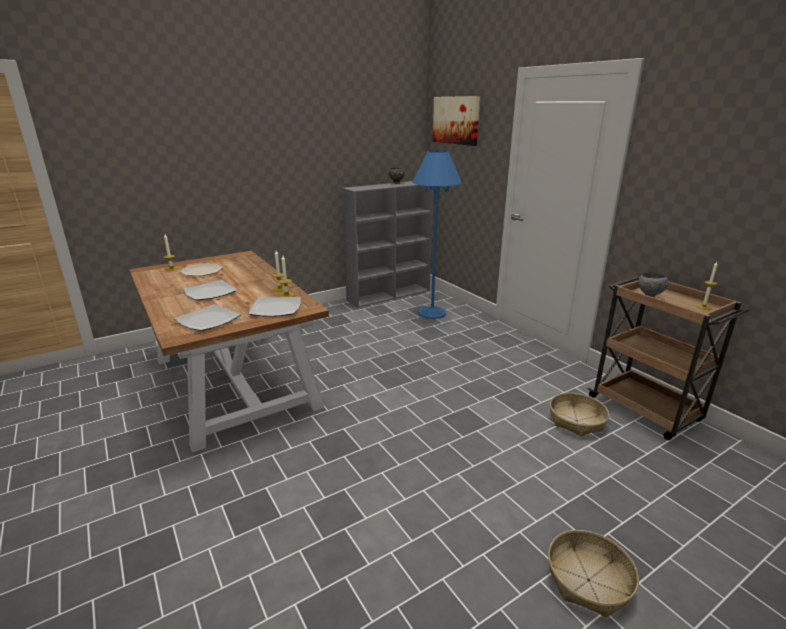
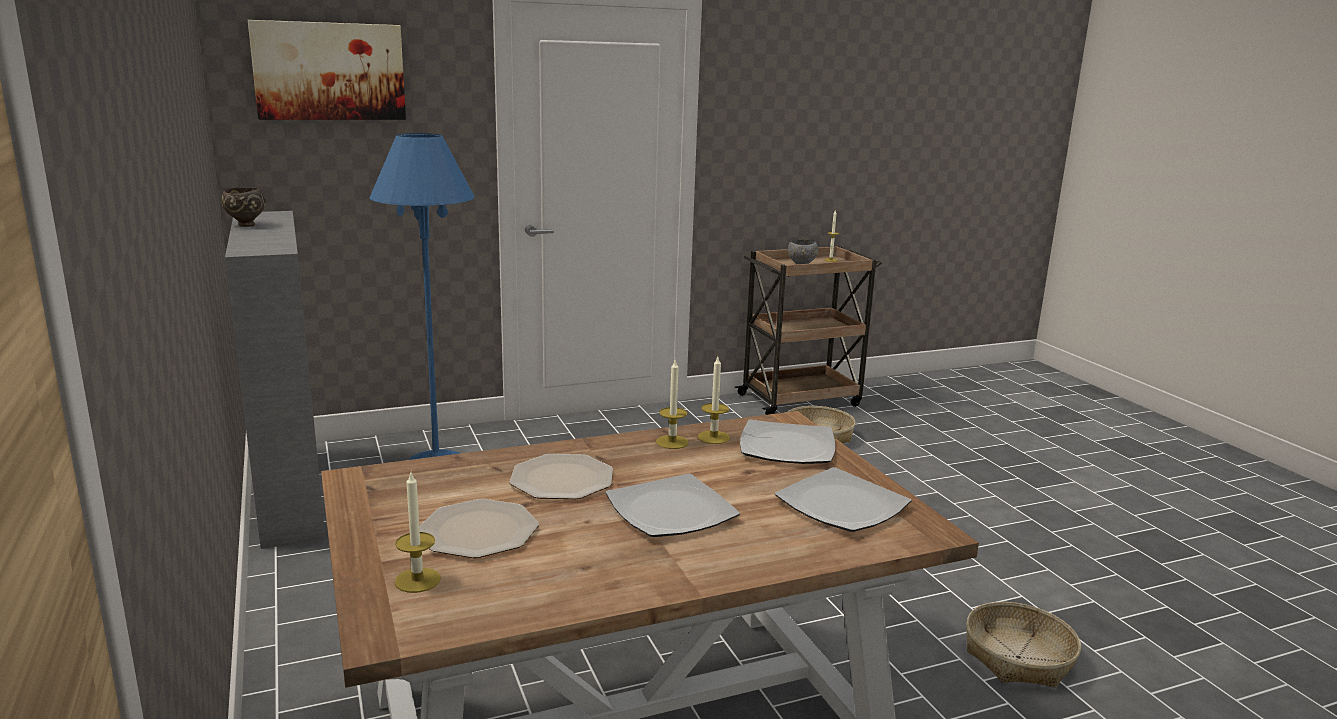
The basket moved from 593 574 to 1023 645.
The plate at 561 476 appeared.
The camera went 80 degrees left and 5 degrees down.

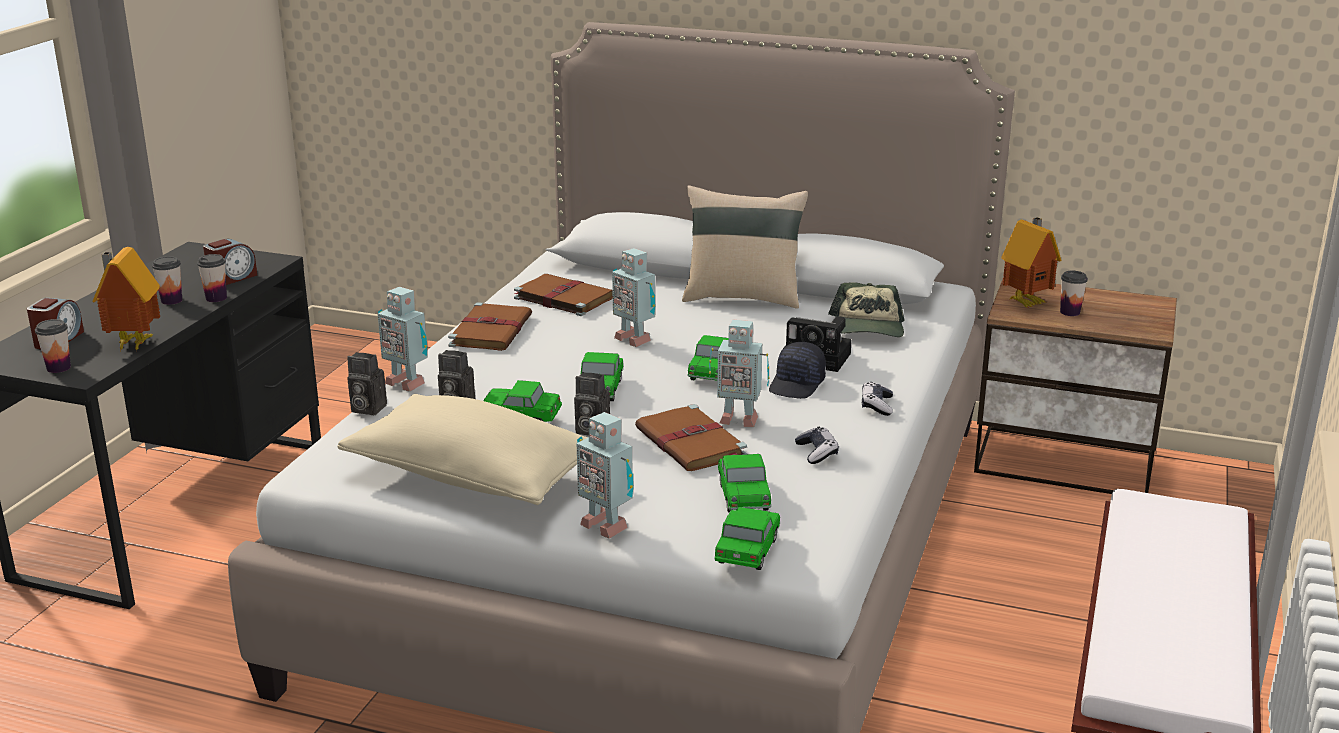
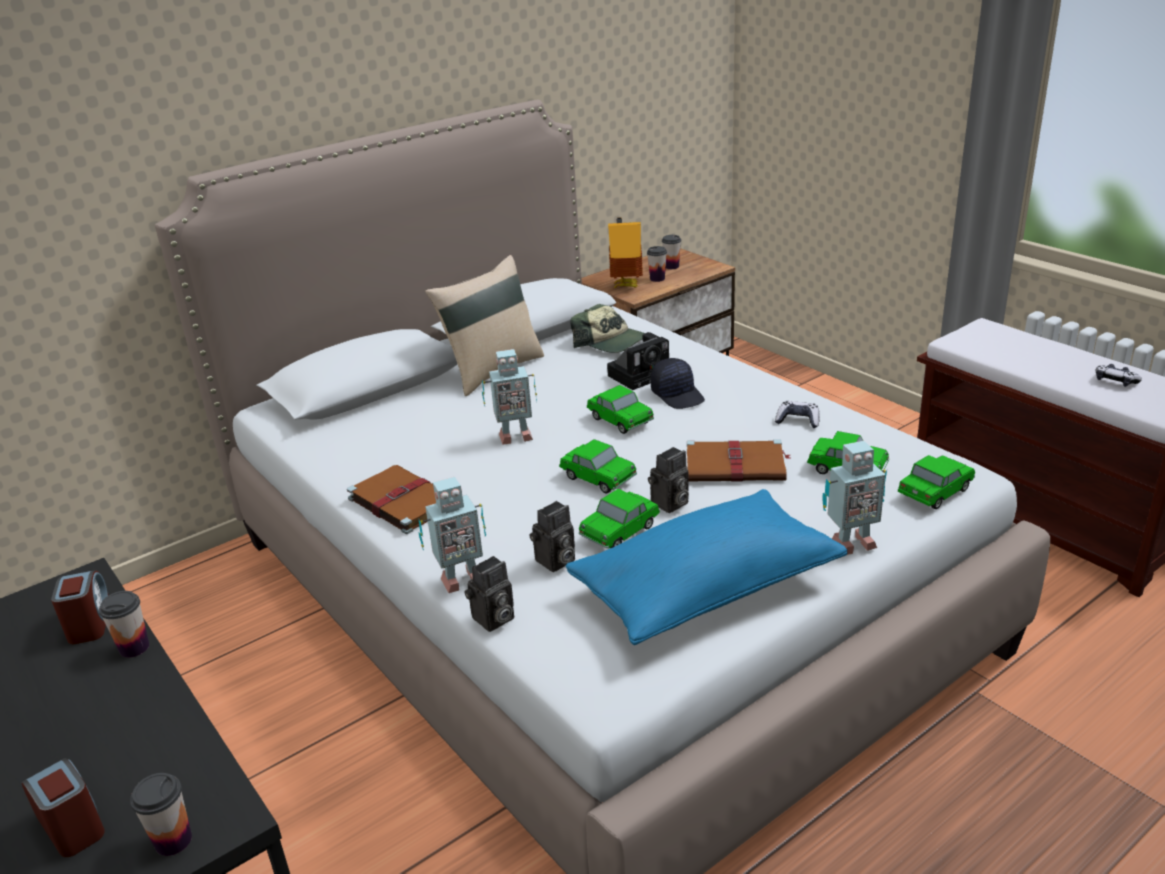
The toy house at 126 299 disappeared.
The cup moved from 167 280 to 671 252.
The pillow (beige) at 462 449 became the pillow (blue) at 706 567.
The book (brown) at 563 295 disappeared.
The toy robot at 739 373 disappeared.
The toy car at 747 538 turned 90 degrees clockwise.
The game controller moved from 877 399 to 1119 375.
The camera went 55 degrees left and 5 degrees up.

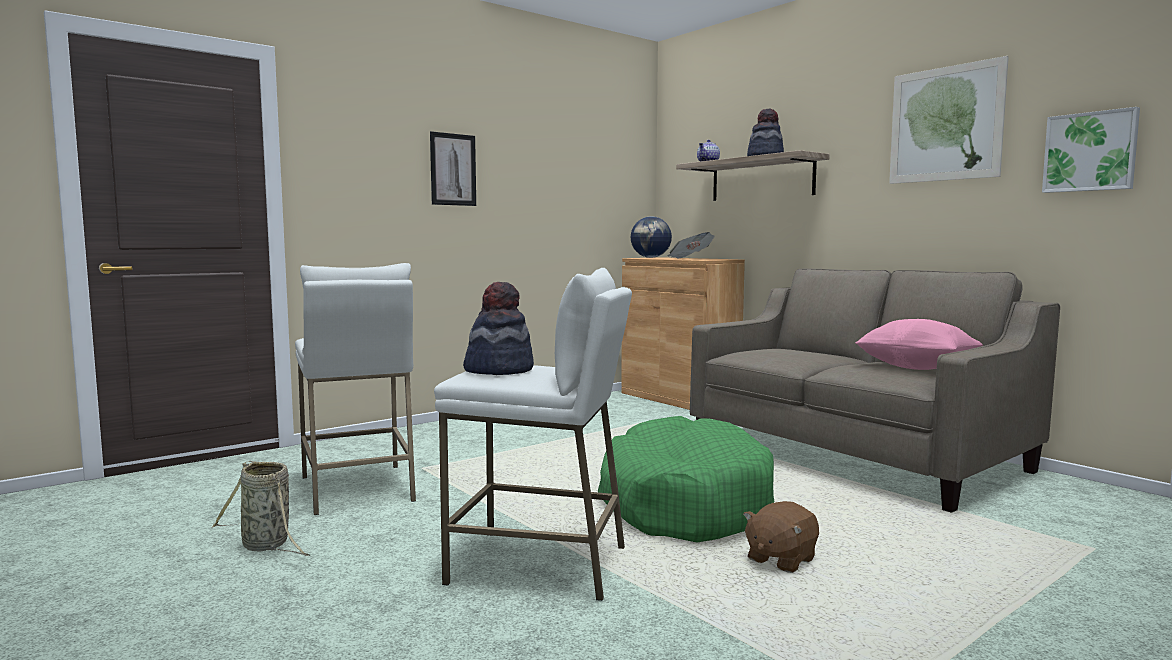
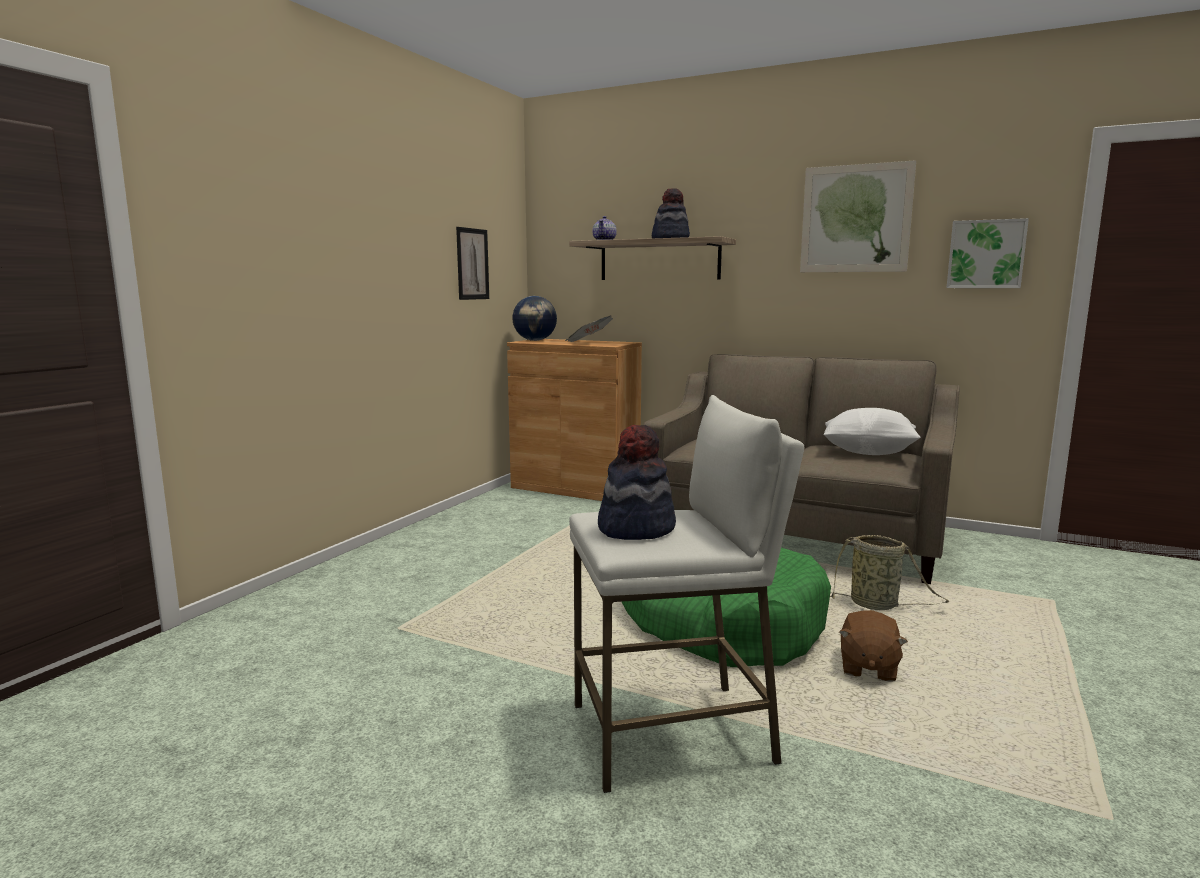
The basket moved from 261 508 to 890 572.
The stool (white) at 355 389 disappeared.
The picture moved from 453 168 to 472 263.
The pillow (pink) at 919 344 became the pillow (white) at 872 431.
The camera went 25 degrees left and 5 degrees up.

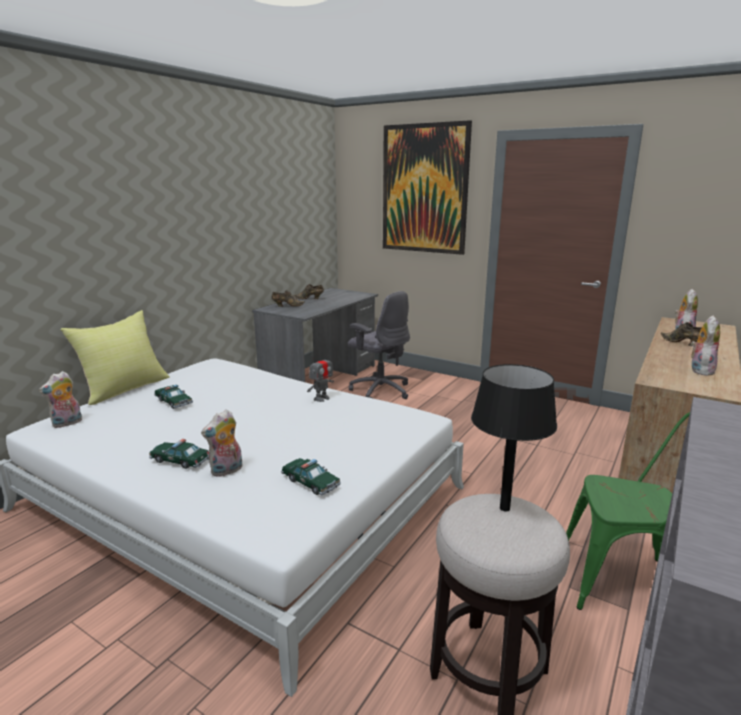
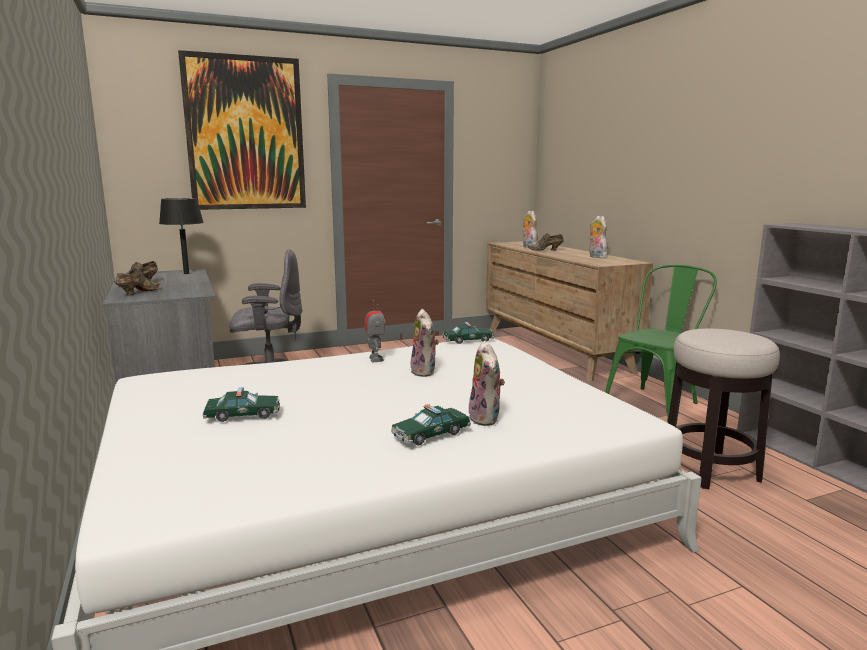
The plush toy moved from 60 399 to 424 343.
The pillow (yellow) at 115 357 disappeared.
The toy car moved from 311 476 to 468 333.
The table lamp (black) moved from 514 438 to 181 236.
The camera went 55 degrees left and 5 degrees down.

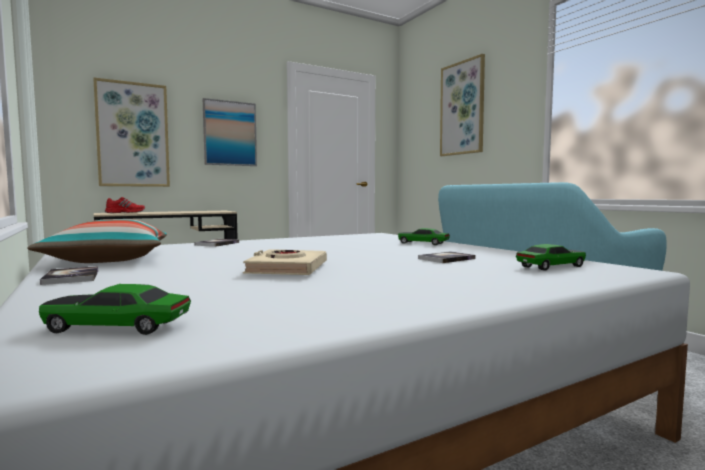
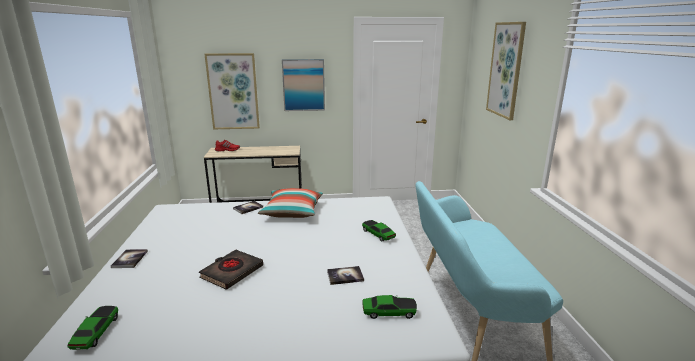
The pillow moved from 97 241 to 290 203.
The toy car at 115 309 turned 60 degrees clockwise.
The book (beige) at 285 262 became the book (black) at 231 269.
The camera went 25 degrees right and 15 degrees up.

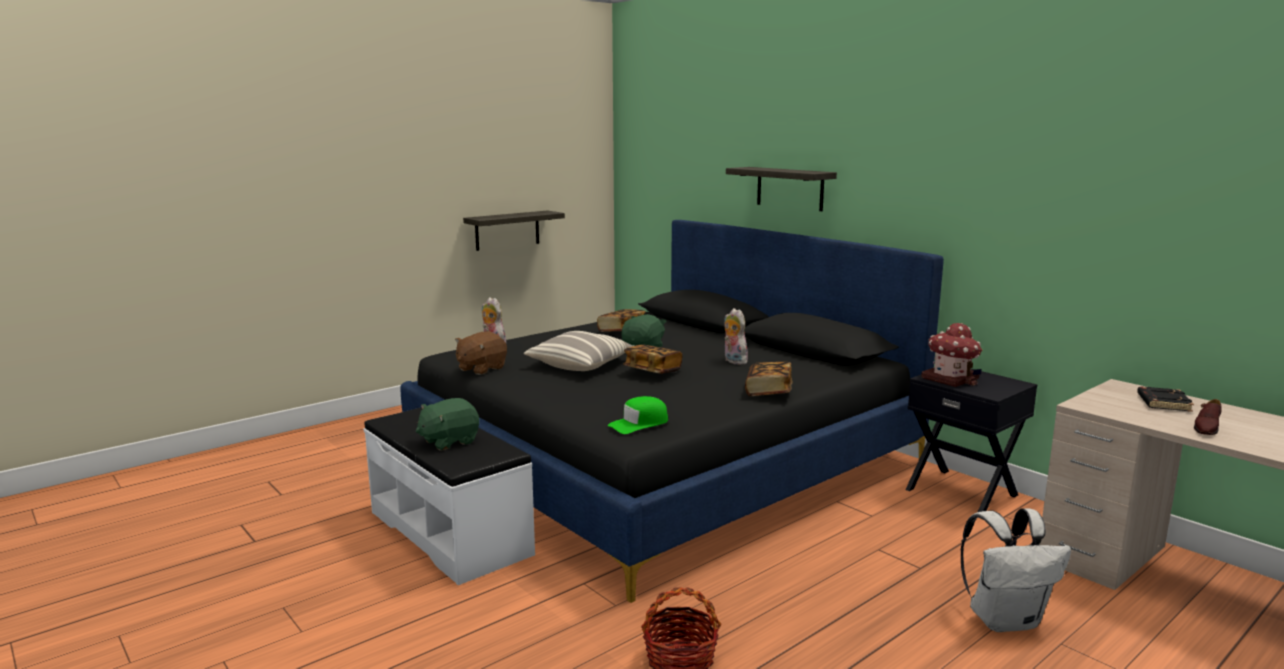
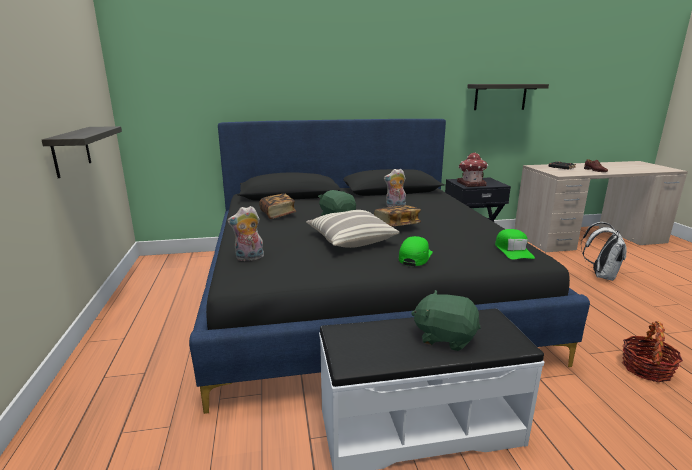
The plush toy (green) at 447 424 turned 120 degrees clockwise.
The plush toy (brown) at 481 353 disappeared.
The shelf moved from 781 189 to 508 97.
The book at 769 379 disappeared.
The cap (green) at 416 251 appeared.
The camera went 60 degrees left and 5 degrees up.

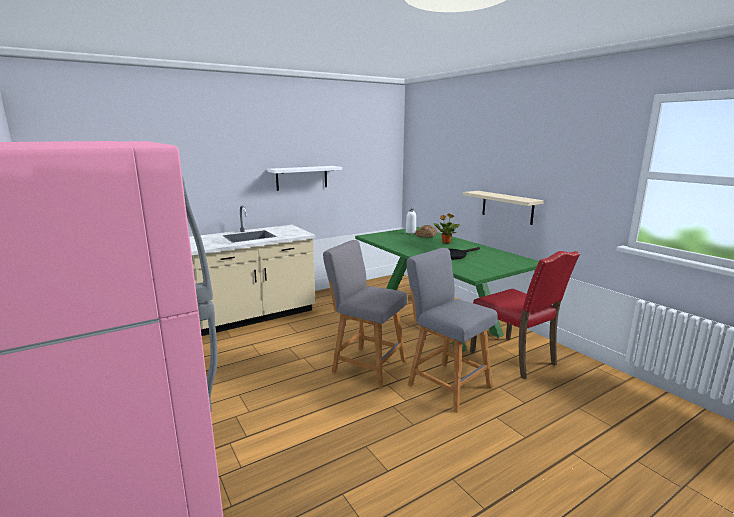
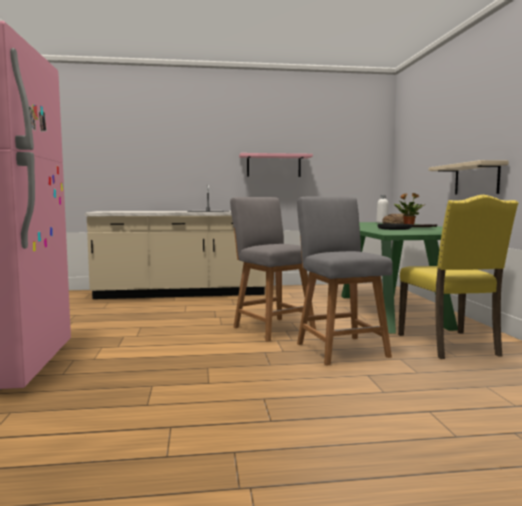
The shelf (white) at 305 178 became the shelf (pink) at 276 165.
The chair (red) at 525 315 became the chair (yellow) at 458 277.
The camera went 25 degrees right and 10 degrees down.

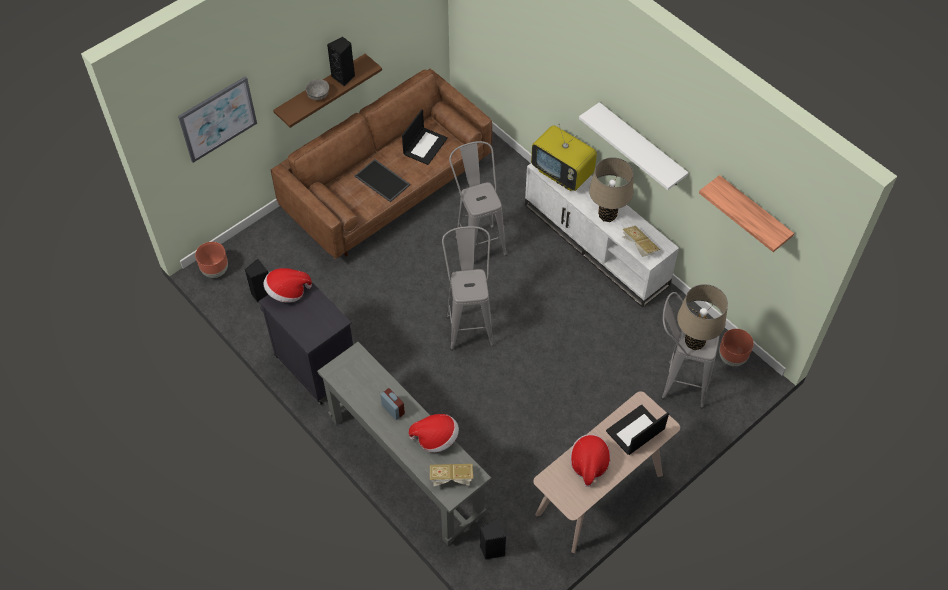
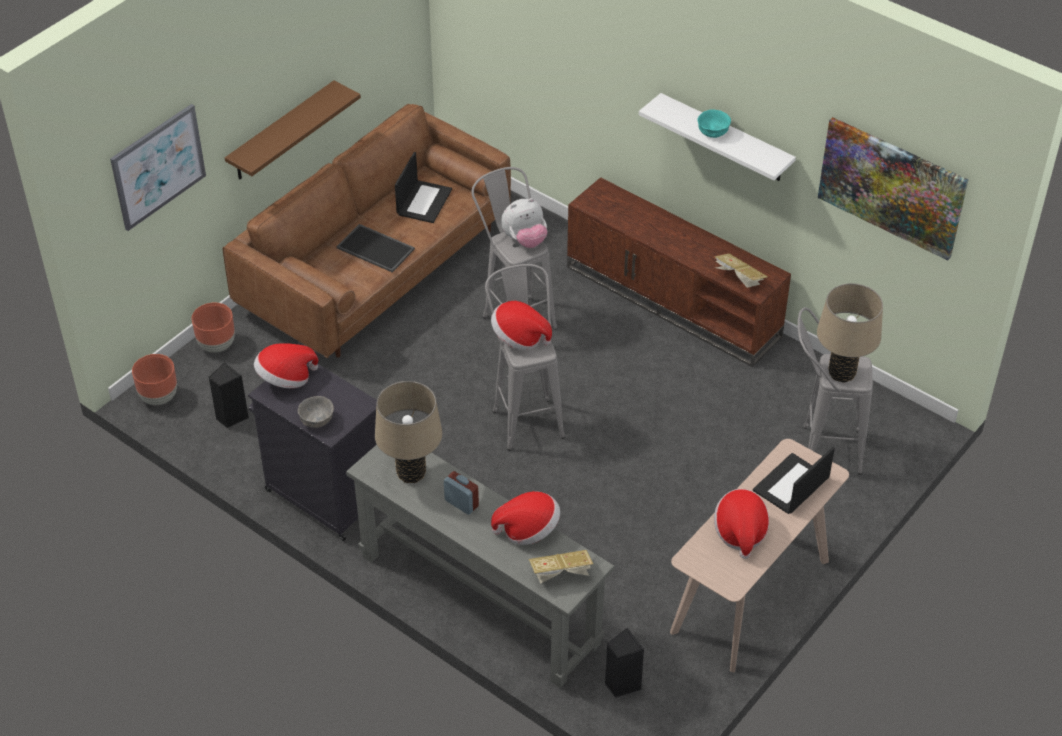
The bowl (grey) moved from 317 89 to 316 412.
The speaker (black) at 341 61 disappeared.
The tv stand (white) at 602 235 became the tv stand (brown) at 679 272.
The television at 564 157 disappeared.
The table lamp (beige) moved from 611 189 to 408 432.
The shelf at 746 213 was replaced by the picture at 893 188.
The planter (brown) moved from 736 347 to 213 328.
The hat at 521 325 appeared.
The plush toy at 524 223 appeared.
The bowl (turquoise) at 714 124 appeared.
The camera went 10 degrees left and 10 degrees down.

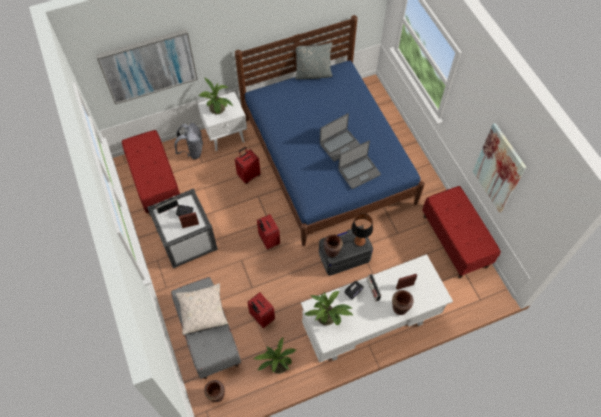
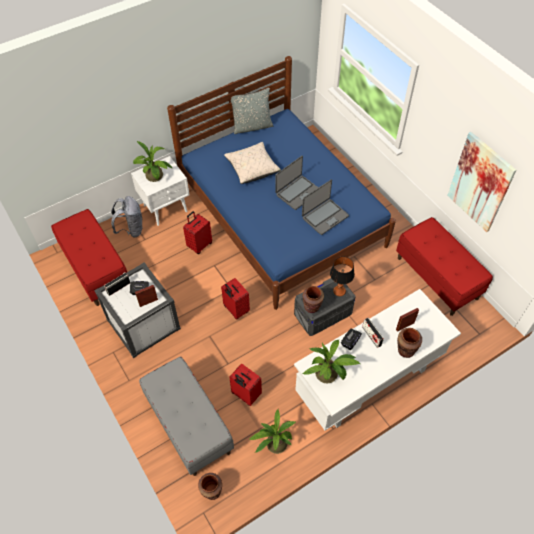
The picture at 147 67 disappeared.
The pillow (beige) moved from 202 309 to 252 163.
The camera went 10 degrees left and 5 degrees down.

